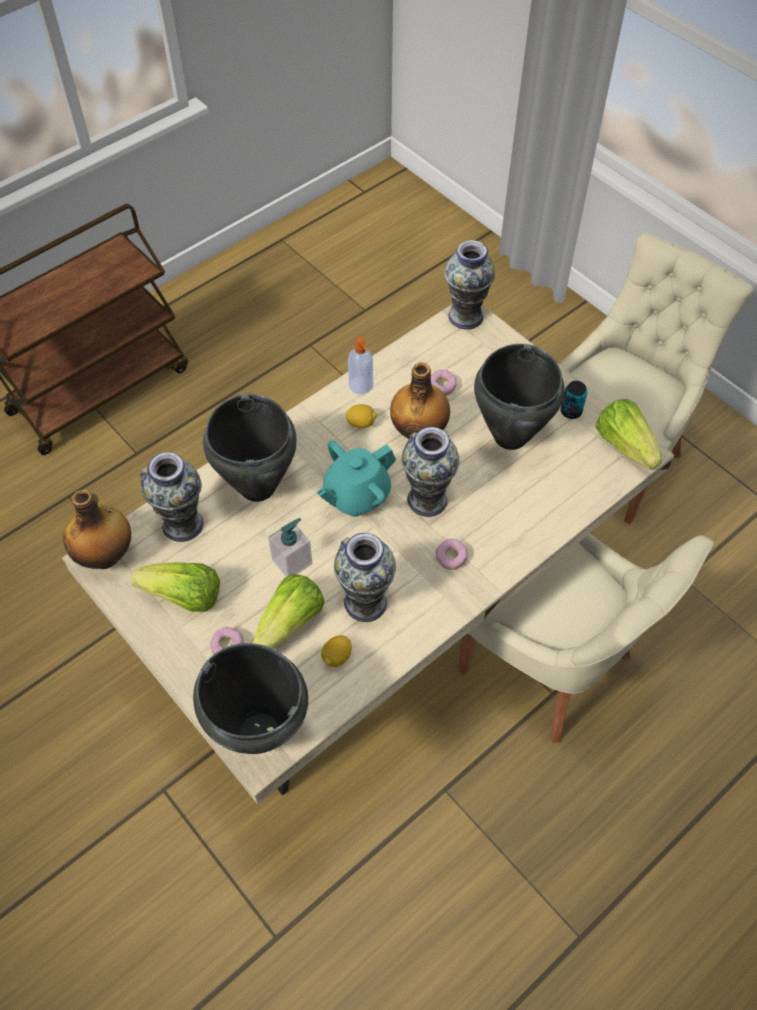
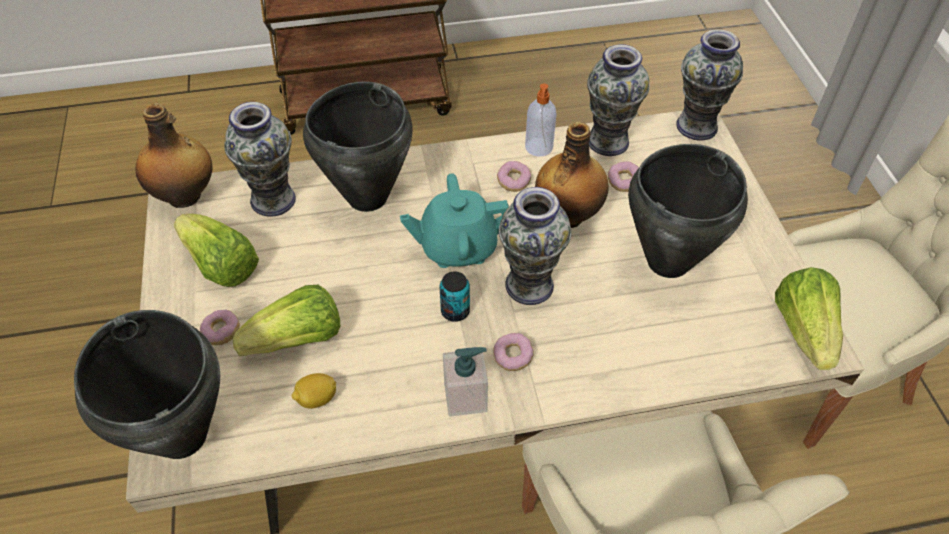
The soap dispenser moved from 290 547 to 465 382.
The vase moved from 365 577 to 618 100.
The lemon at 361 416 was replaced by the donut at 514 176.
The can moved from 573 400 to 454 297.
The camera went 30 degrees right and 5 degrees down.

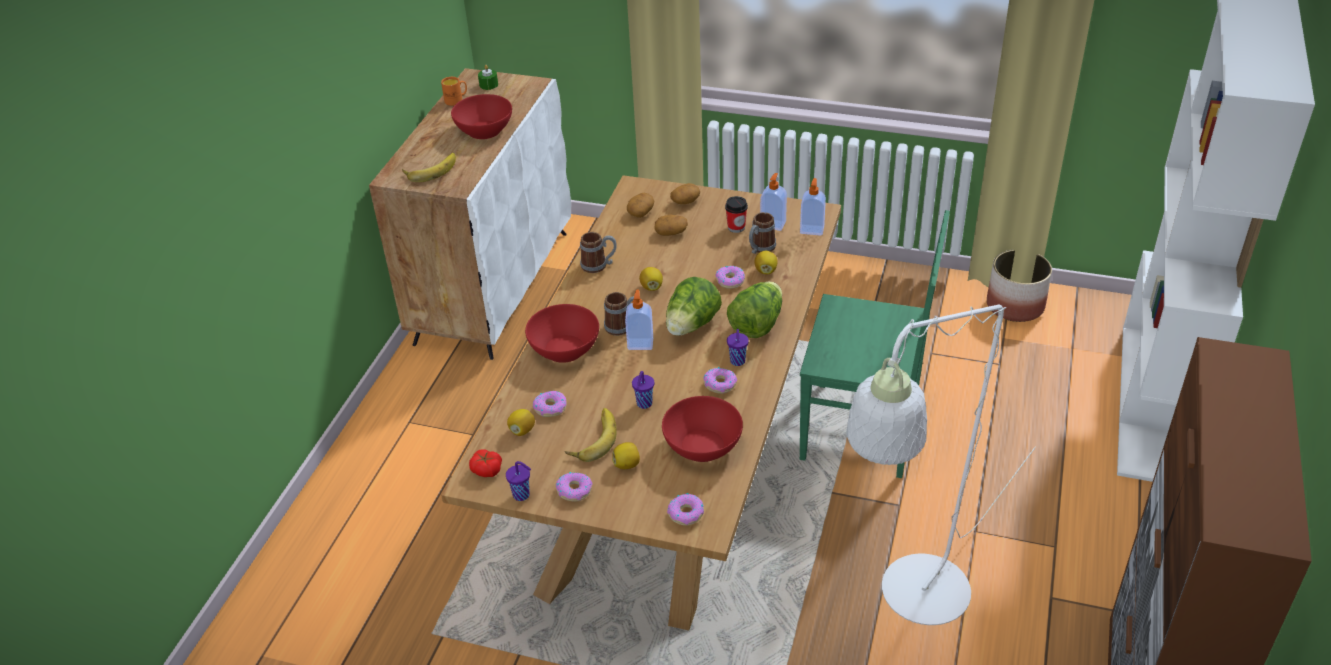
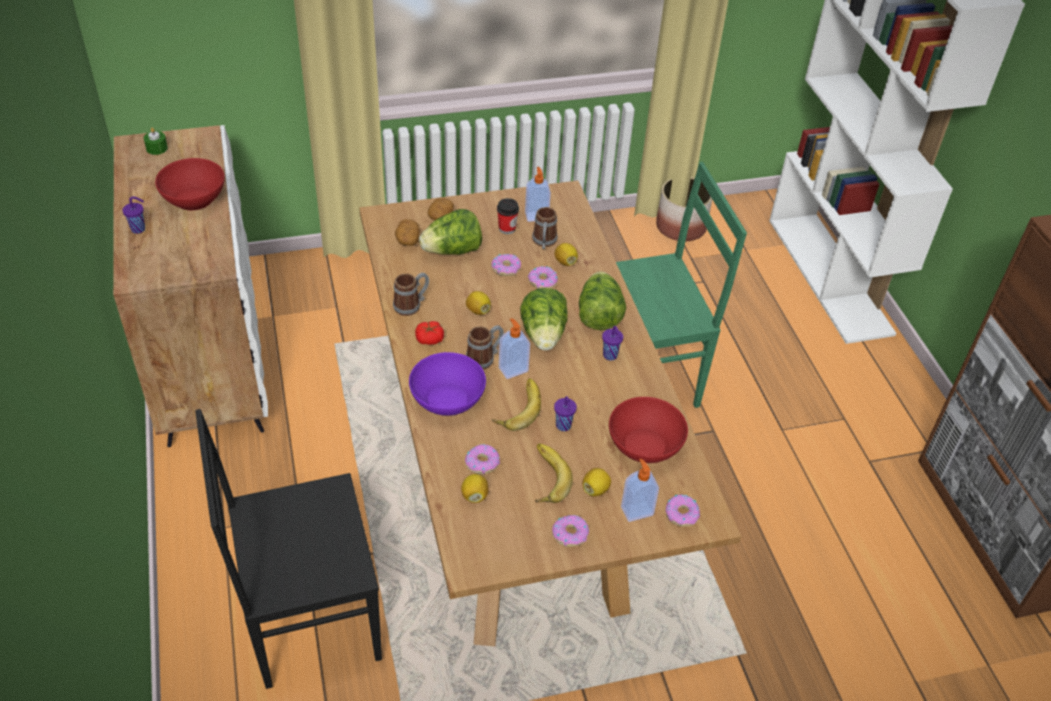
The banana moved from 429 167 to 516 404.
The mug (orange) at 454 91 disappeared.
The tomato moved from 485 463 to 429 333.
The cup (purple) moved from 518 481 to 133 215.
The bowl (red) at 562 333 became the bowl (purple) at 447 384.
The potato at 671 225 was replaced by the lettuce at 450 232.
The donut moved from 720 380 to 506 265.
The soap dispenser moved from 813 207 to 640 490.
The floor lamp (white) at 941 464 disappeared.
The chair (black) at 288 549 appeared.
The camera went 35 degrees left and 5 degrees up.

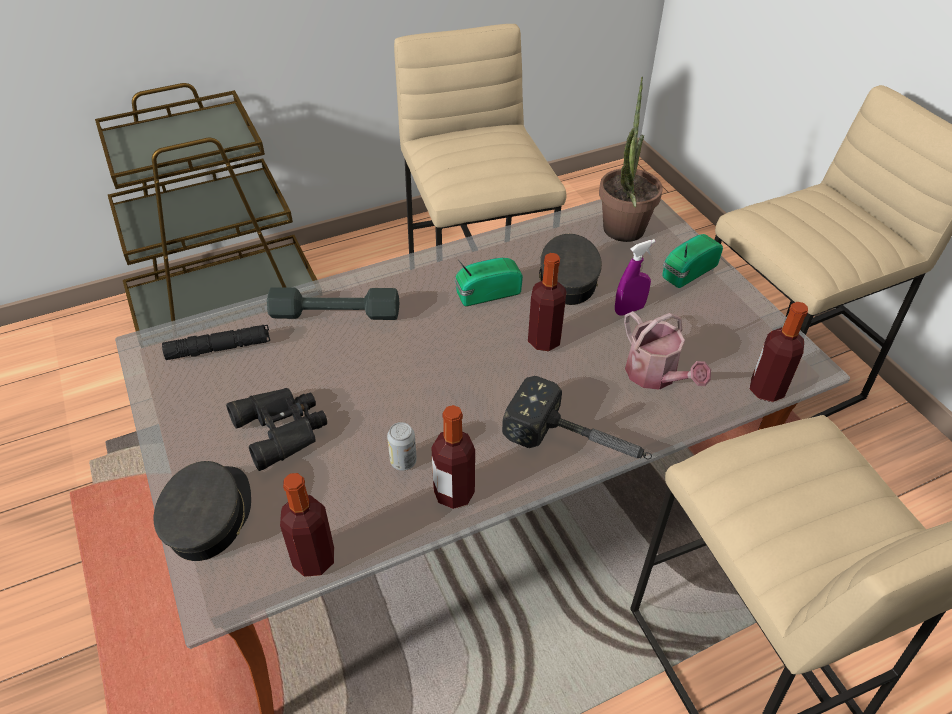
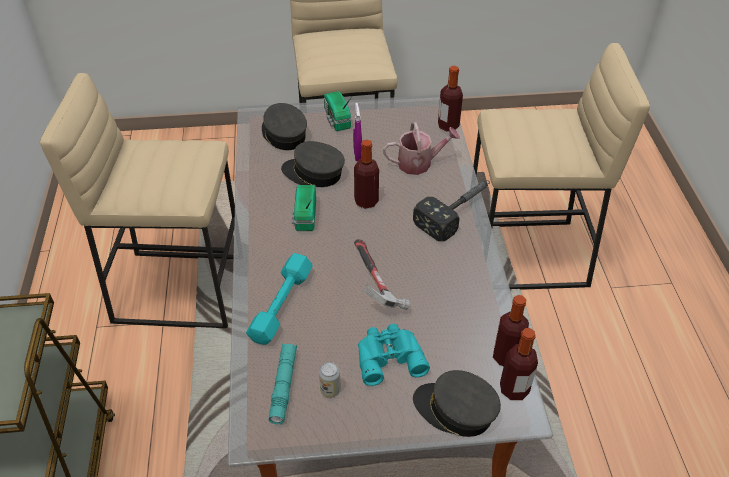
The flashlight (black) at 216 342 became the flashlight (turquoise) at 283 383.
The binoculars (black) at 276 429 became the binoculars (turquoise) at 394 355.
The dumbbell (grey) at 333 303 became the dumbbell (turquoise) at 279 299.
The can moved from 402 446 to 330 380.
The bottle moved from 453 457 to 519 364.
The potted plant at 631 159 was replaced by the cap (grey) at 284 126.
The hammer at 382 274 appeared.
The camera went 70 degrees left and 0 degrees up.

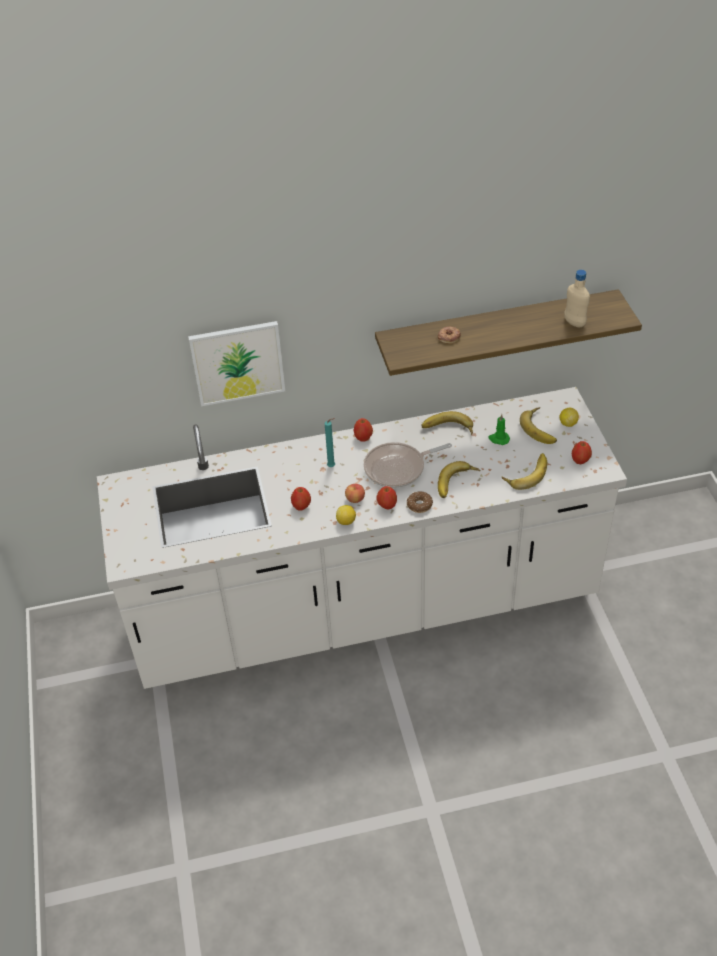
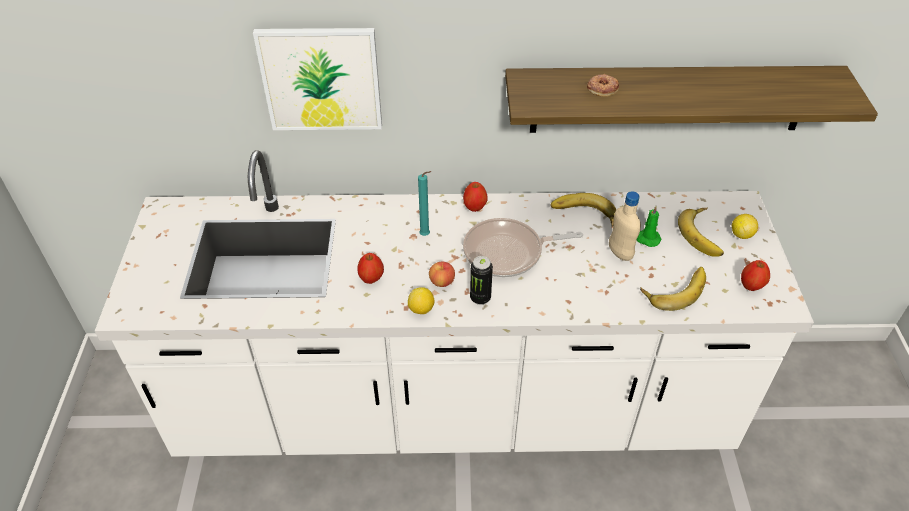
The apple at 386 497 was replaced by the can at 481 280.
The donut at 420 502 disappeared.
The banana at 459 479 disappeared.
The bottle (beige) moved from 577 298 to 625 226.
The camera went 10 degrees right and 0 degrees up.

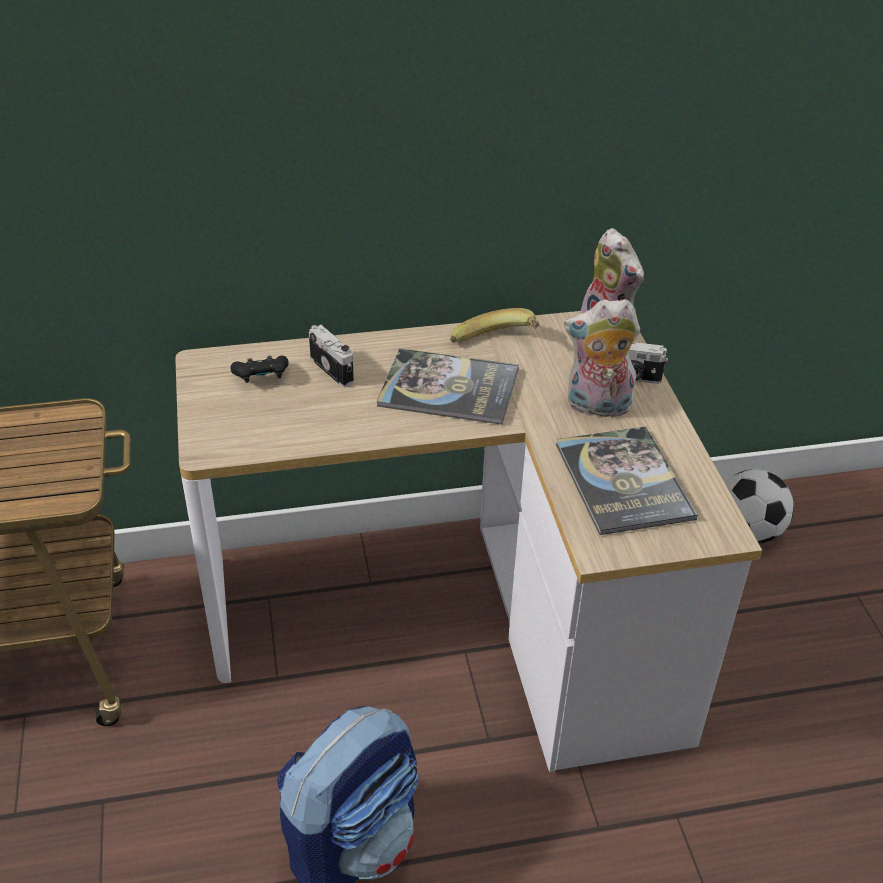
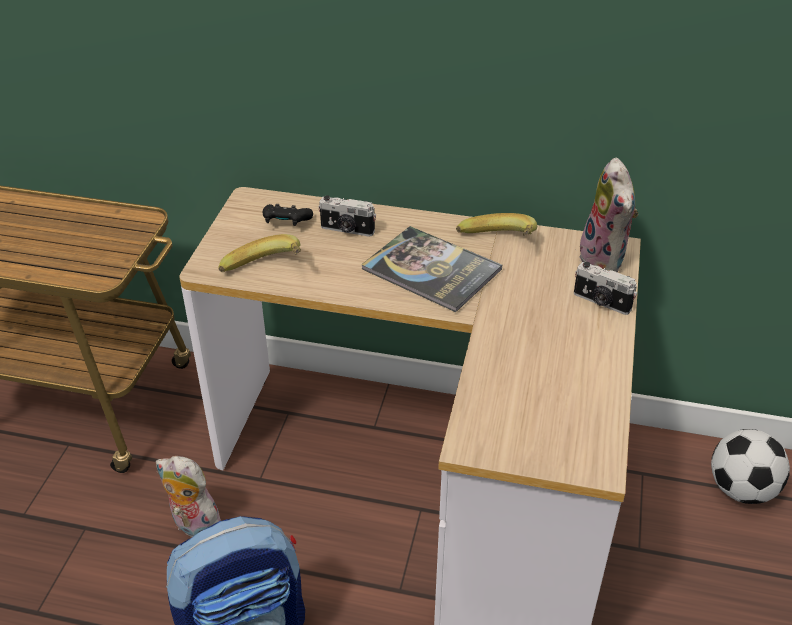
The photo camera at 331 356 turned 120 degrees clockwise.
The book at 627 481 disappeared.
The plush toy moved from 602 359 to 188 496.
The banana at 260 253 appeared.
The camera went 25 degrees right and 0 degrees up.

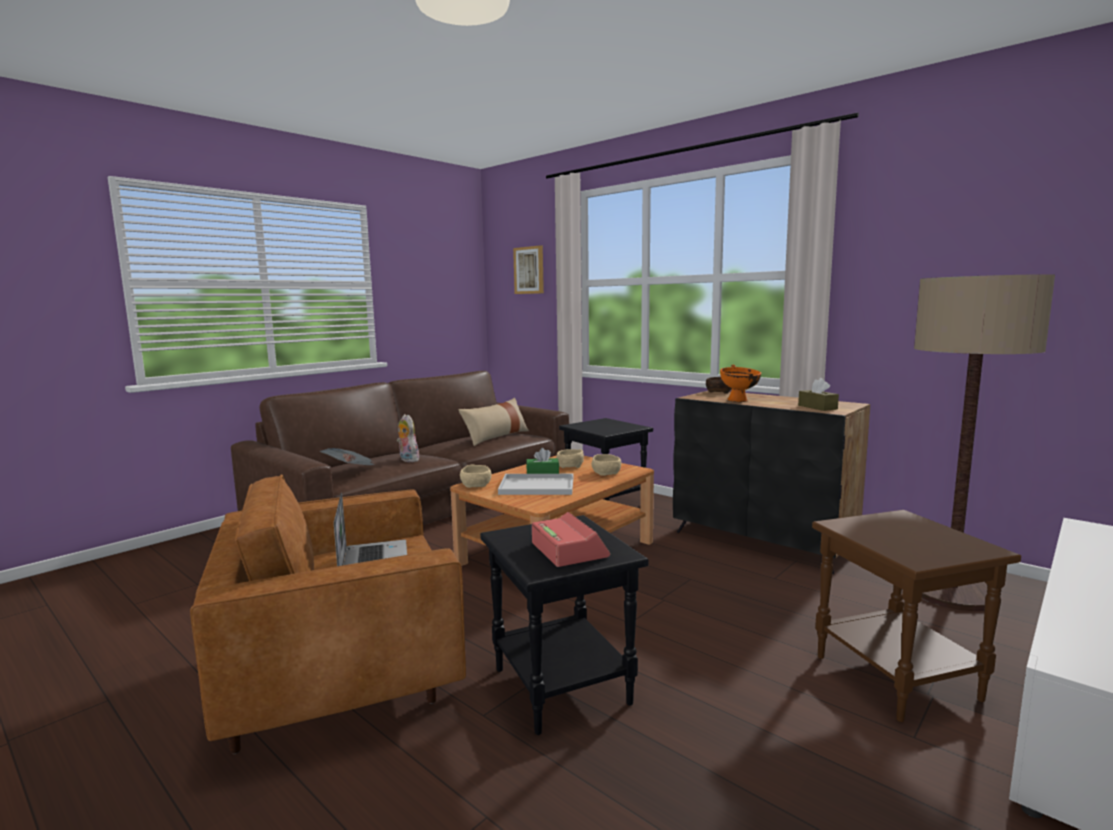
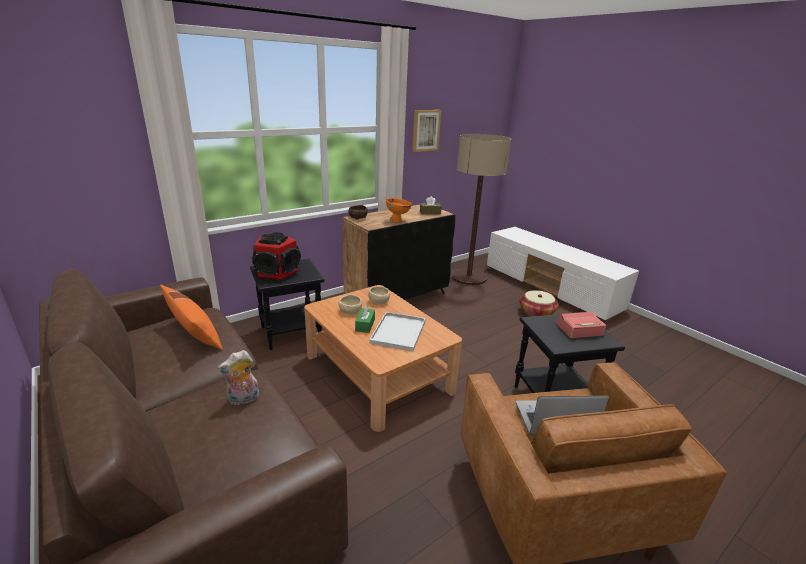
The newspaper at 347 456 disappeared.
The pillow (beige) at 493 422 became the pillow (orange) at 191 317.
The bowl (beige) at 475 476 disappeared.
The picture moved from 528 269 to 426 131.
The side table (brown) at 916 616 was replaced by the basket at 539 303.
The speaker at 276 256 appeared.
The camera went 80 degrees left and 15 degrees up.

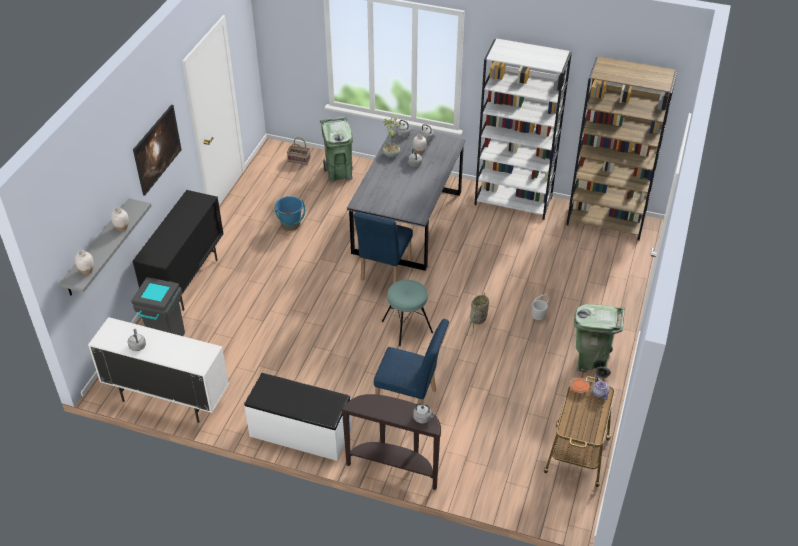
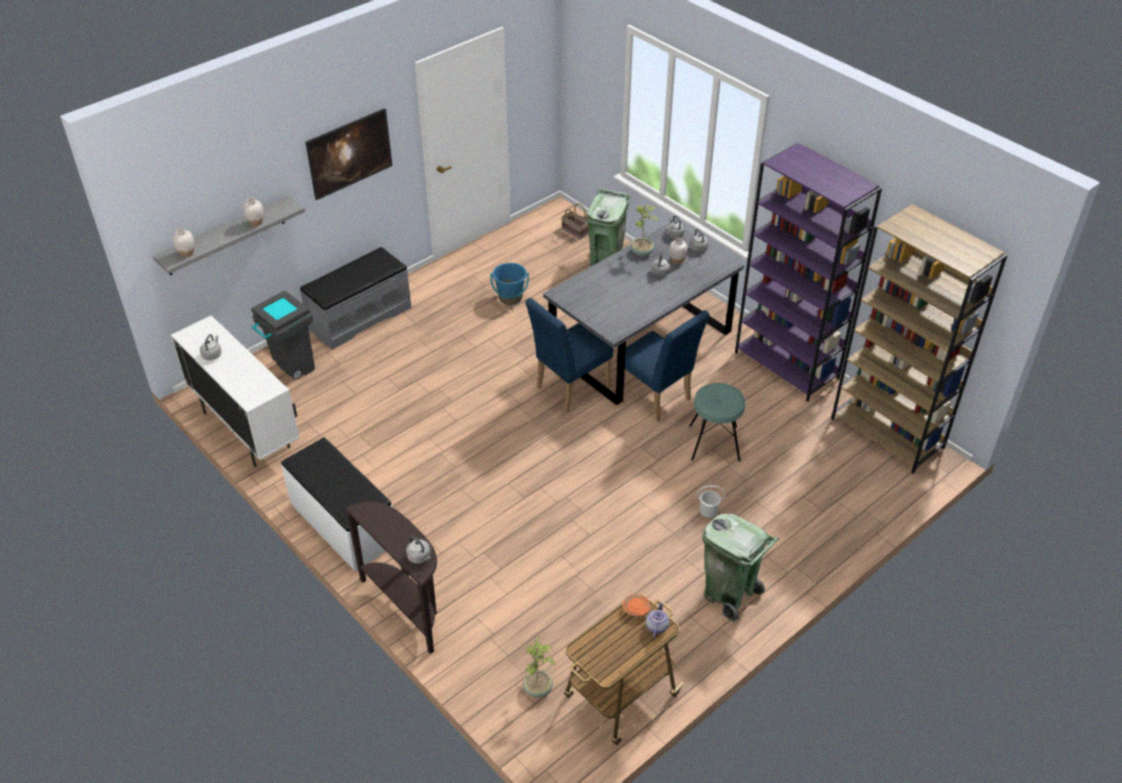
The cabinet (black) at 178 250 was replaced by the bench (grey) at 355 298.
The chair (blue) moved from 411 361 to 663 366.
The stool (turquoise) moved from 407 313 to 717 422.
The basket at 477 314 disappeared.
The bookcase (white) at 523 129 became the bookcase (purple) at 808 272.
The potted plant at 539 666 appeared.
The camera went 30 degrees right and 0 degrees up.

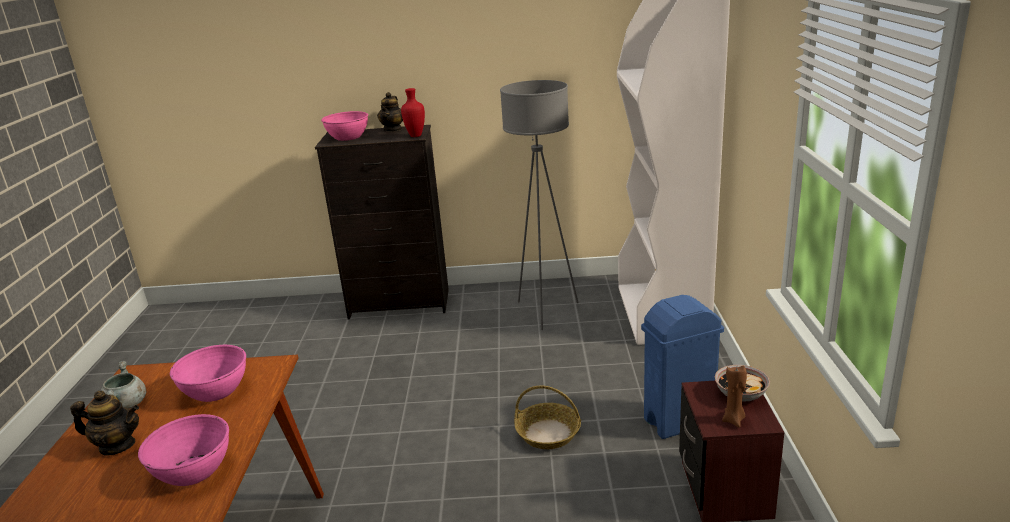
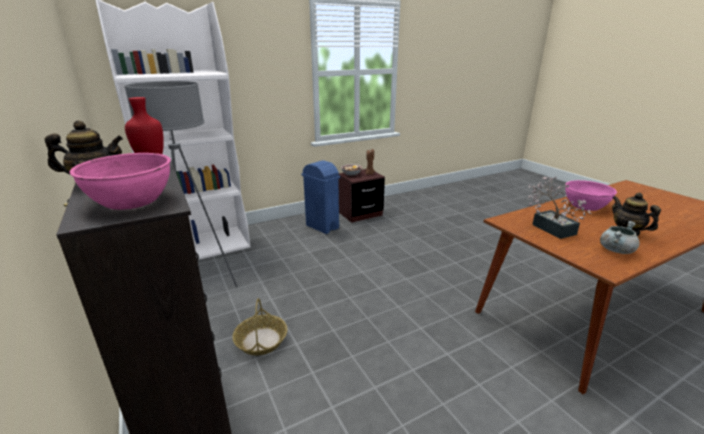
The bowl (pink) at 208 373 was replaced by the potted plant at 560 207.
The basket moved from 547 417 to 259 326.
The camera went 120 degrees left and 0 degrees up.

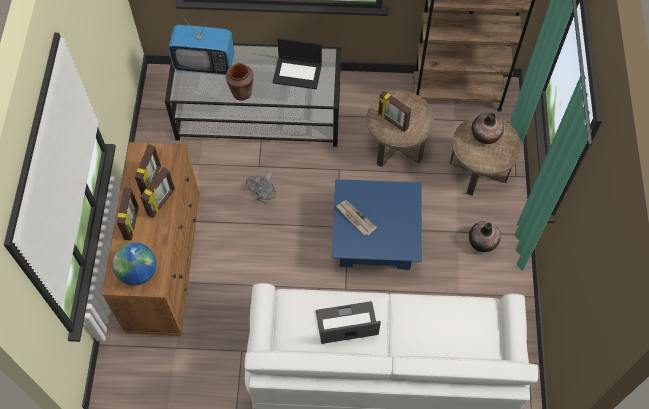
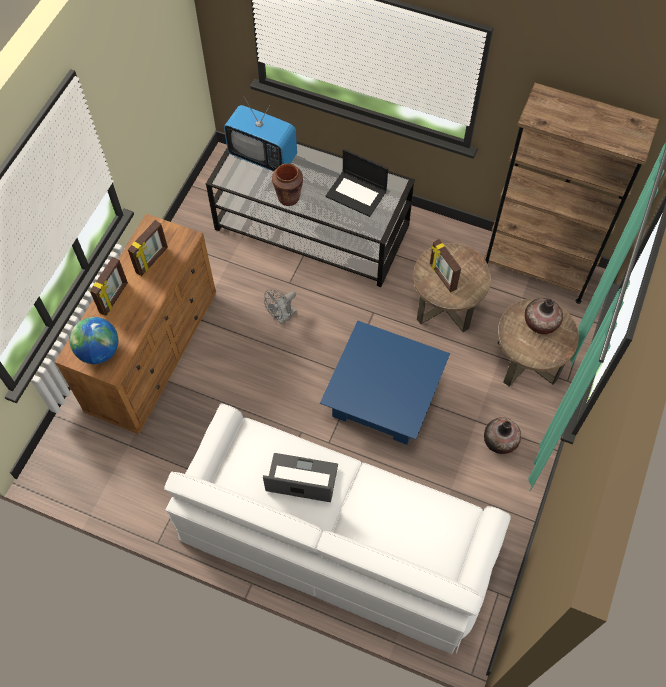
The picture frame at 157 192 disappeared.
The newspaper at 356 217 disappeared.
The camera went 20 degrees right and 0 degrees up.

